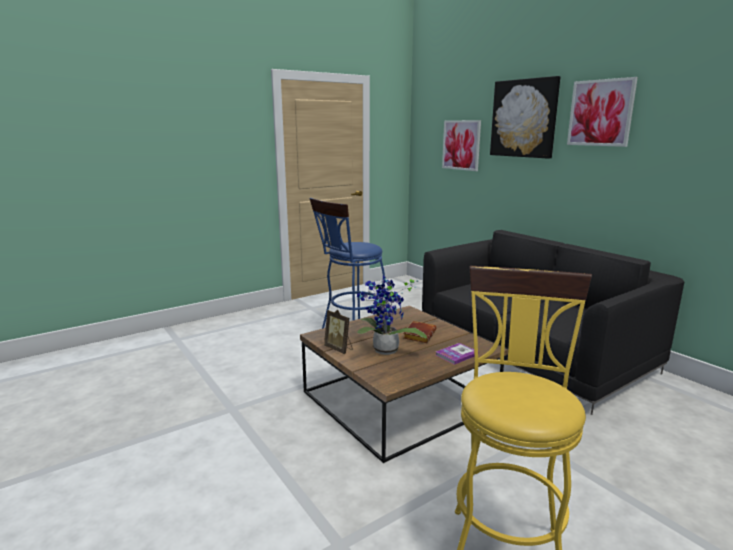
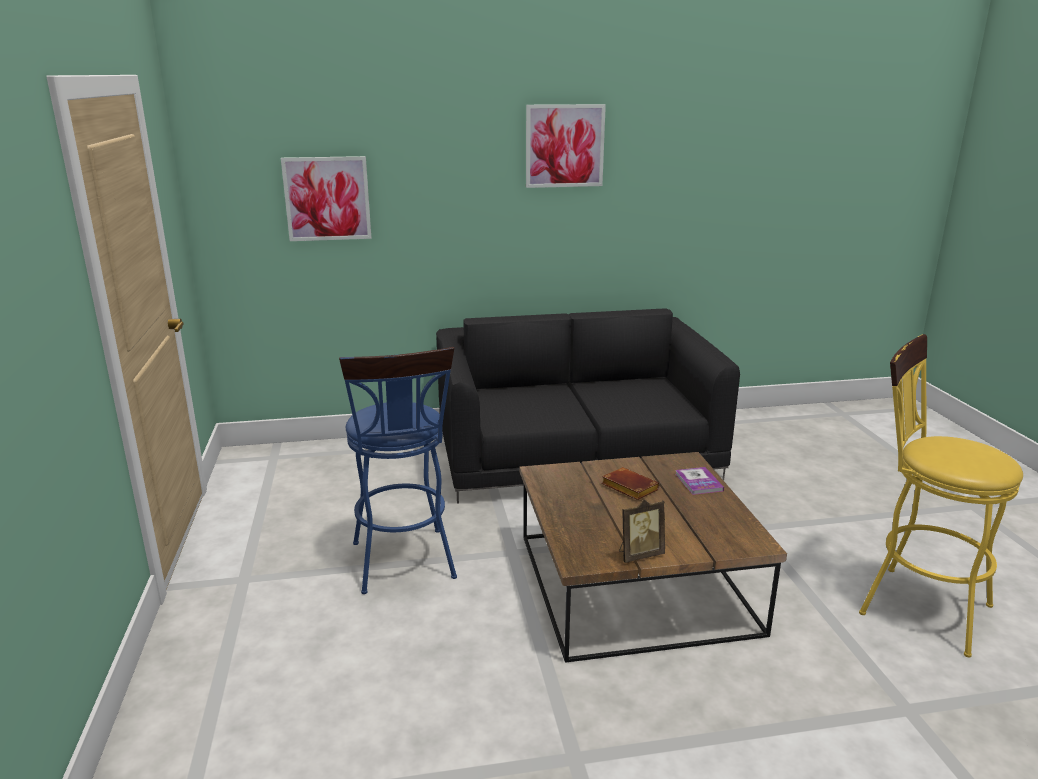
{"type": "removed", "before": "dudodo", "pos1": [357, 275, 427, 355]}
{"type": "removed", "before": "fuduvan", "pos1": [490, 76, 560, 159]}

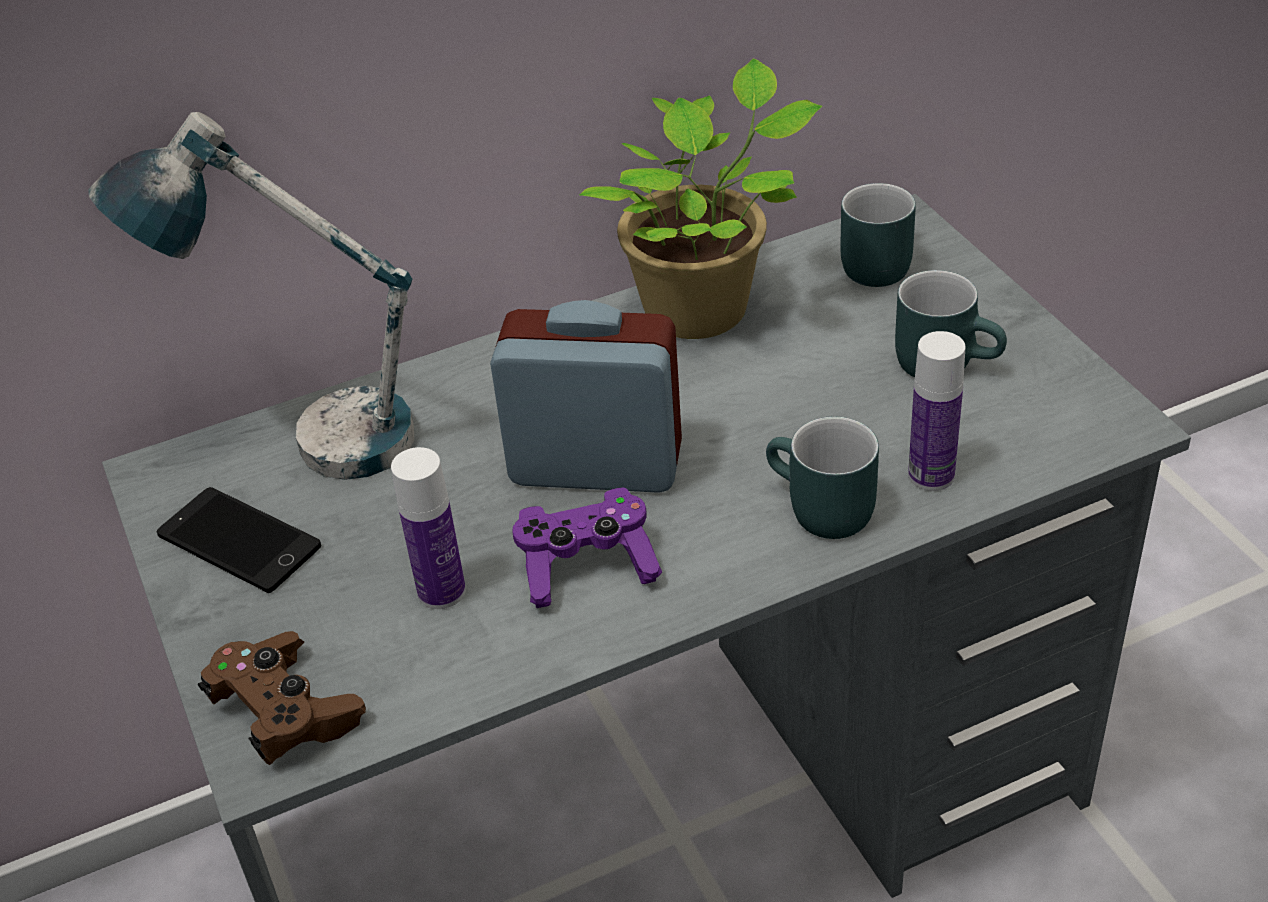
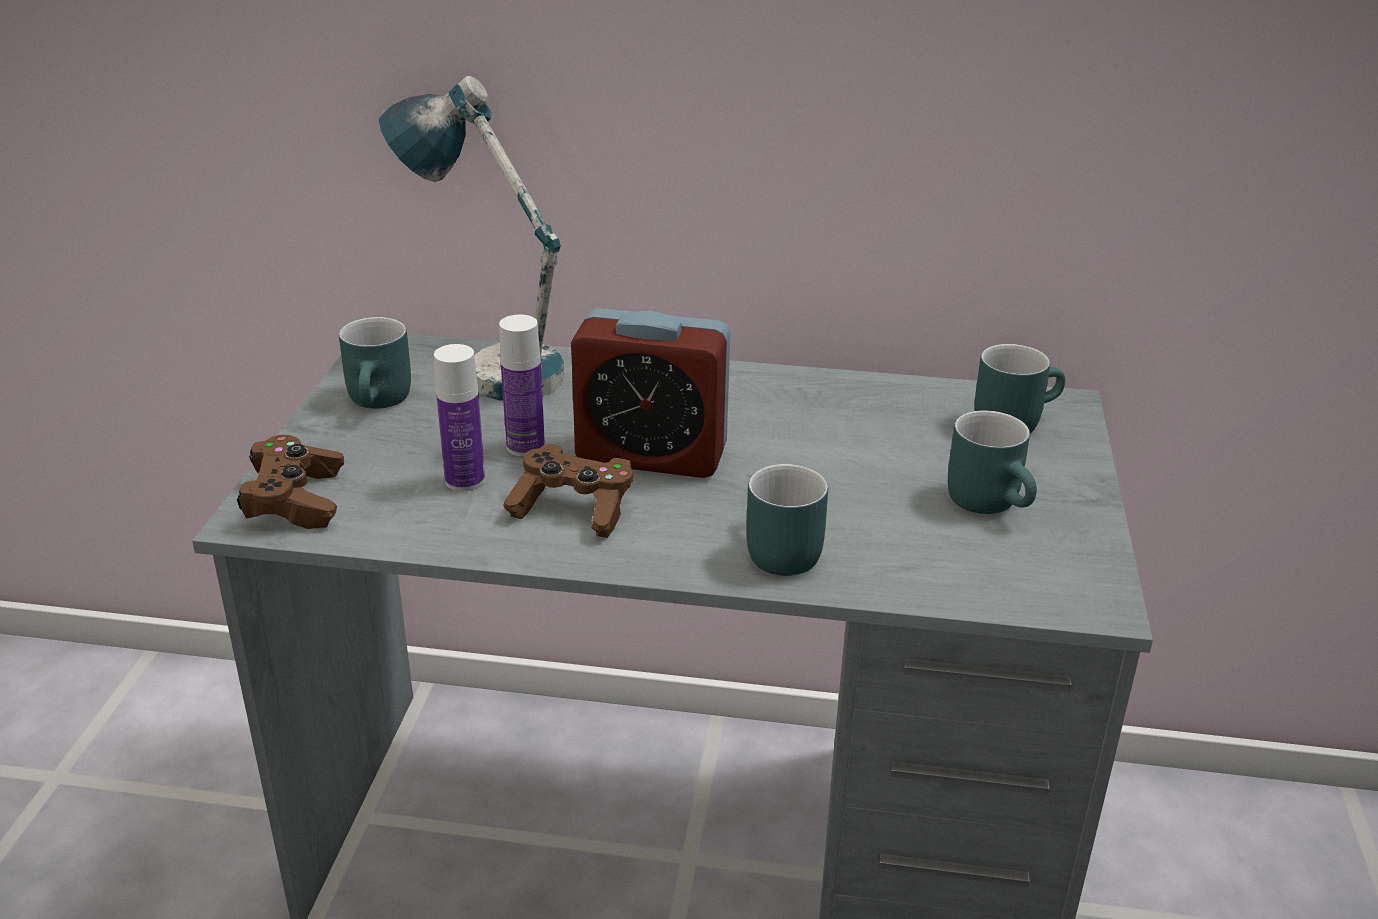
{"type": "replaced", "before": "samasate", "after": "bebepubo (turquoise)", "pos1": [157, 487, 321, 593], "pos2": [339, 317, 411, 409]}
{"type": "moved", "before": "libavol", "pos1": [908, 331, 966, 491], "pos2": [499, 314, 545, 457]}
{"type": "recoloured", "before": "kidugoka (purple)", "after": "kidugoka (brown)", "pos1": [512, 488, 662, 608], "pos2": [503, 444, 633, 538]}
{"type": "turned", "before": "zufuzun", "pos1": [490, 300, 682, 493], "pos2": [571, 308, 730, 478], "turn": 150}
{"type": "removed", "before": "dudodo", "pos1": [579, 58, 822, 339]}

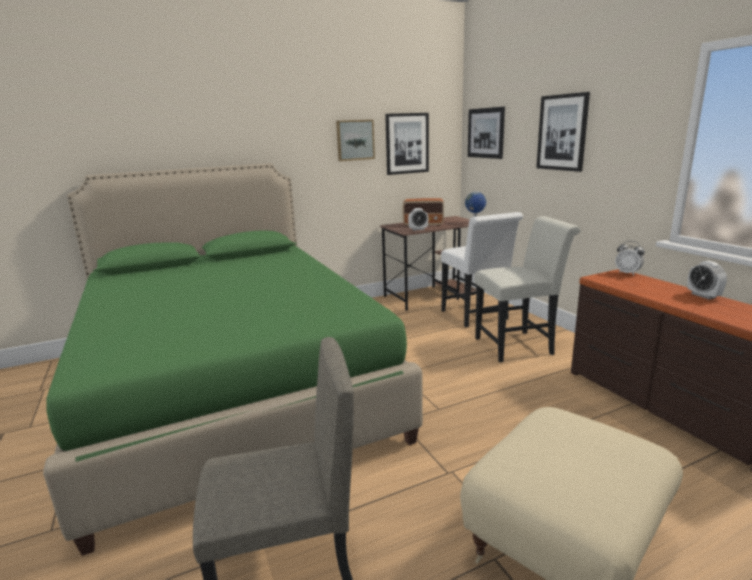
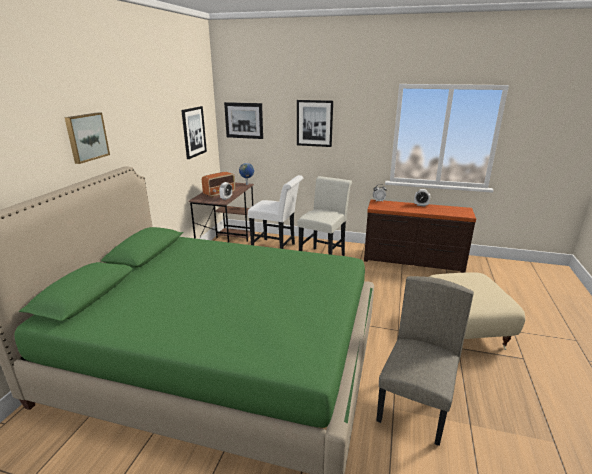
{"type": "moved", "before": "fuduvan", "pos1": [336, 120, 375, 161], "pos2": [64, 112, 110, 164]}

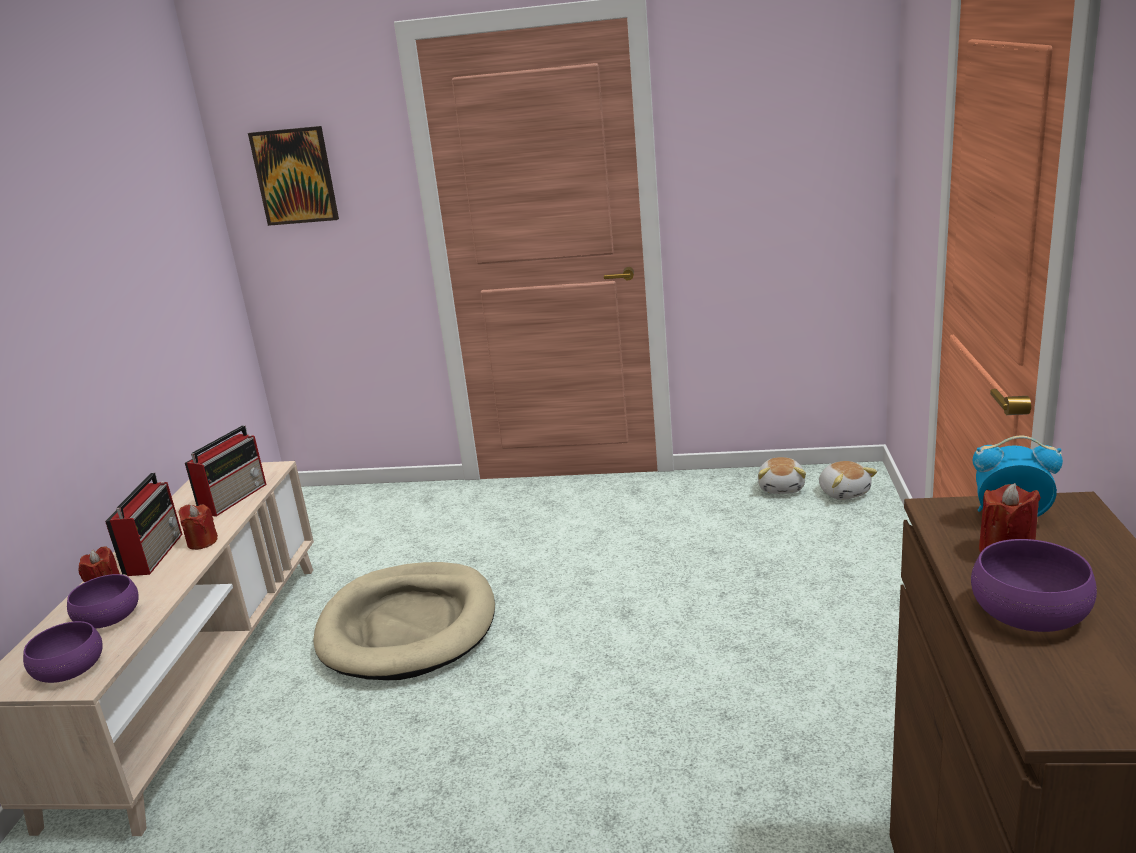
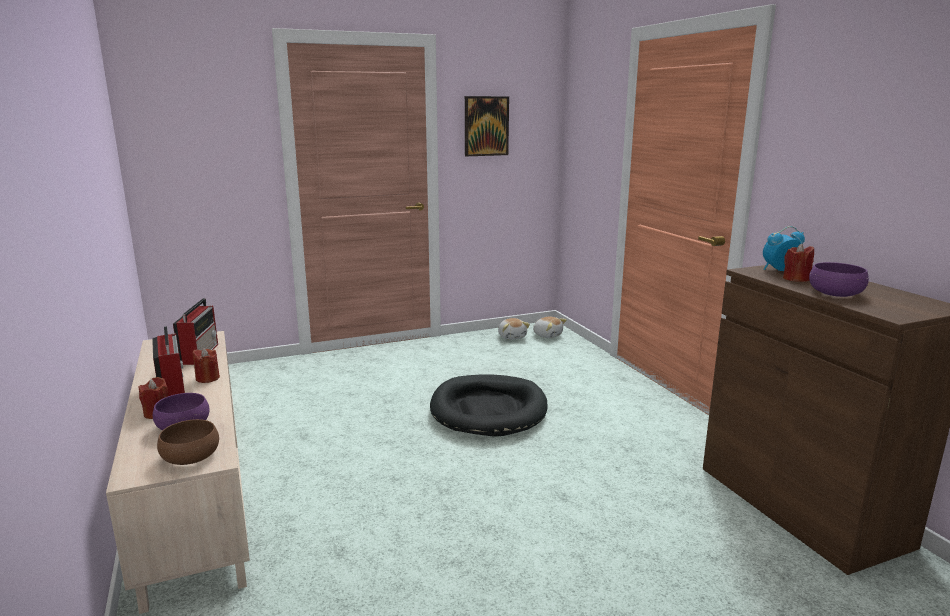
{"type": "recoloured", "before": "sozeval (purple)", "after": "sozeval (brown)", "pos1": [23, 621, 103, 683], "pos2": [157, 419, 219, 465]}
{"type": "added", "after": "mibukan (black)", "pos2": [430, 374, 547, 437]}
{"type": "moved", "before": "fuduvan", "pos1": [248, 126, 339, 226], "pos2": [465, 96, 509, 156]}
{"type": "removed", "before": "mibukan (beige)", "pos1": [313, 562, 495, 680]}

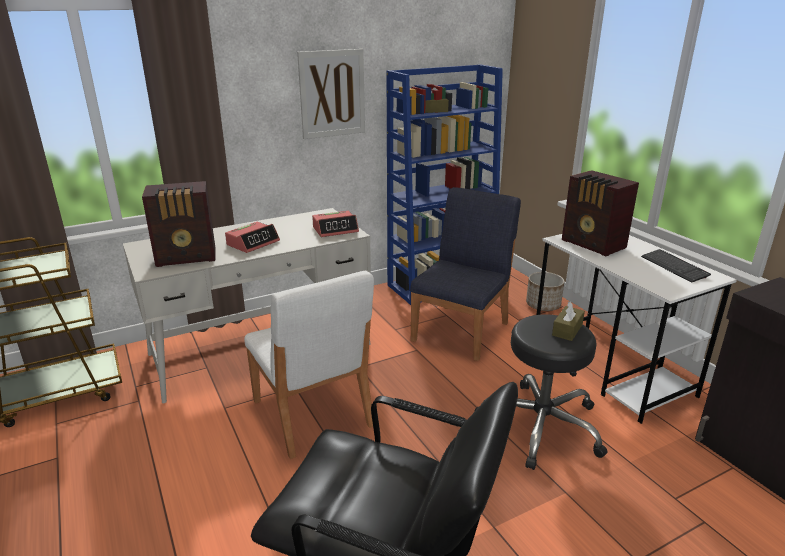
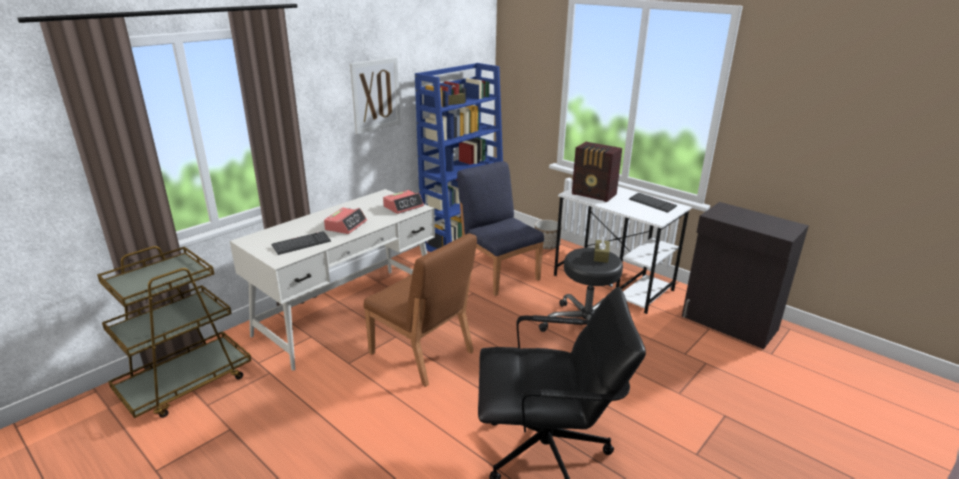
{"type": "replaced", "before": "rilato", "after": "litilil", "pos1": [142, 181, 215, 267], "pos2": [271, 231, 331, 255]}
{"type": "recoloured", "before": "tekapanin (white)", "after": "tekapanin (brown)", "pos1": [244, 271, 374, 459], "pos2": [363, 233, 477, 387]}
{"type": "turned", "before": "tekapanin (blue)", "pos1": [410, 187, 521, 361], "pos2": [457, 161, 544, 296], "turn": -45}

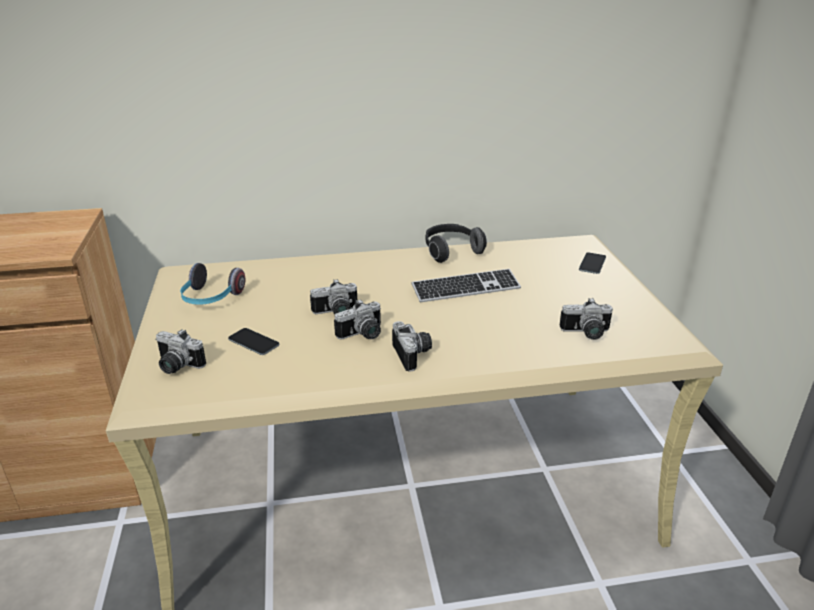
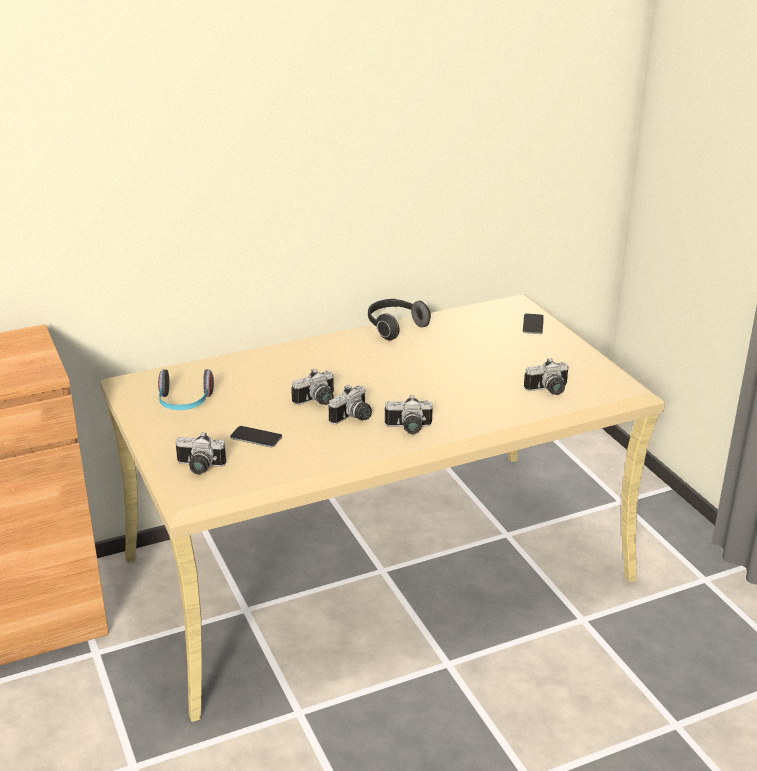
{"type": "turned", "before": "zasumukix", "pos1": [392, 321, 432, 372], "pos2": [385, 395, 432, 434], "turn": 120}
{"type": "removed", "before": "litilil", "pos1": [412, 269, 521, 302]}

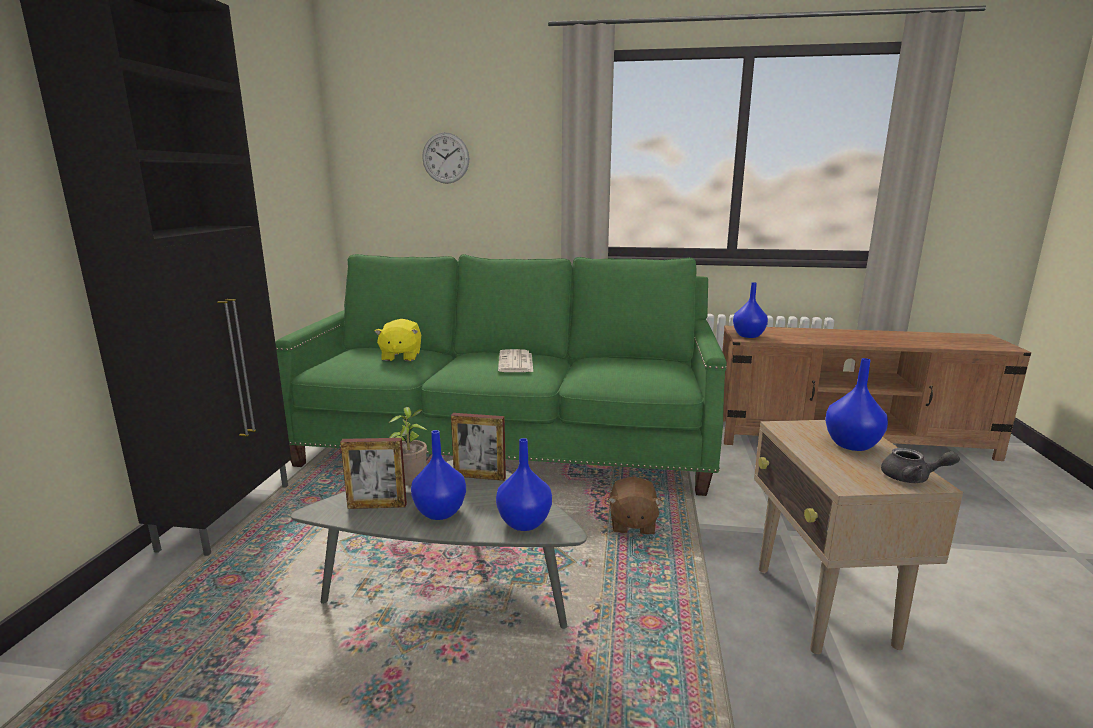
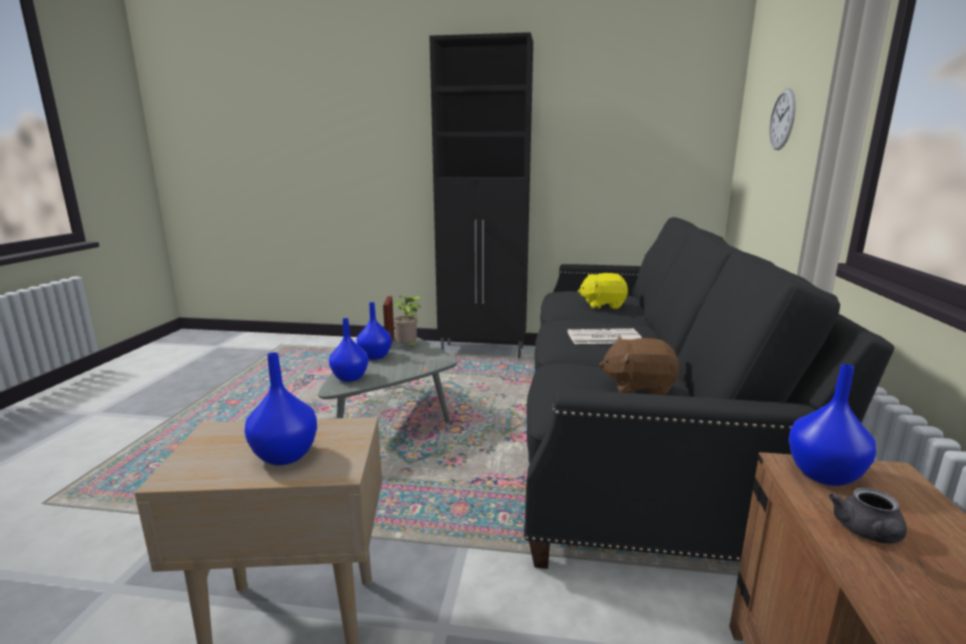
{"type": "recoloured", "before": "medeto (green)", "after": "medeto (black)", "pos1": [275, 254, 727, 496], "pos2": [523, 217, 895, 569]}
{"type": "moved", "before": "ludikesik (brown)", "pos1": [608, 477, 663, 534], "pos2": [599, 337, 679, 395]}
{"type": "moved", "before": "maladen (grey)", "pos1": [881, 448, 960, 483], "pos2": [829, 488, 907, 544]}
{"type": "removed", "before": "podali", "pos1": [451, 413, 506, 481]}

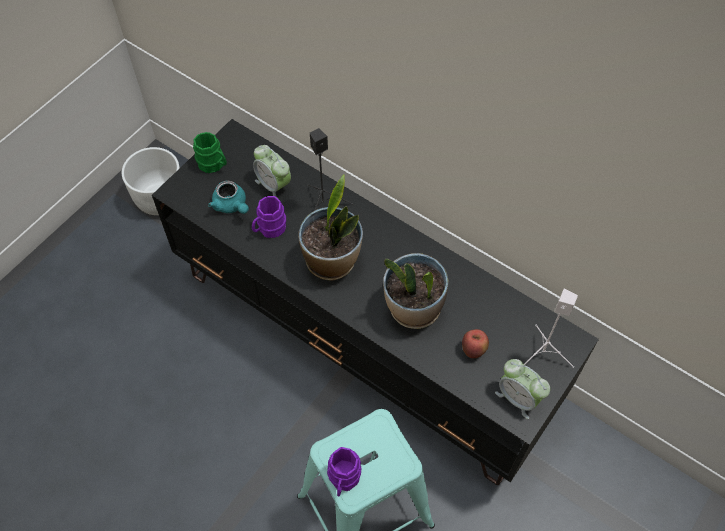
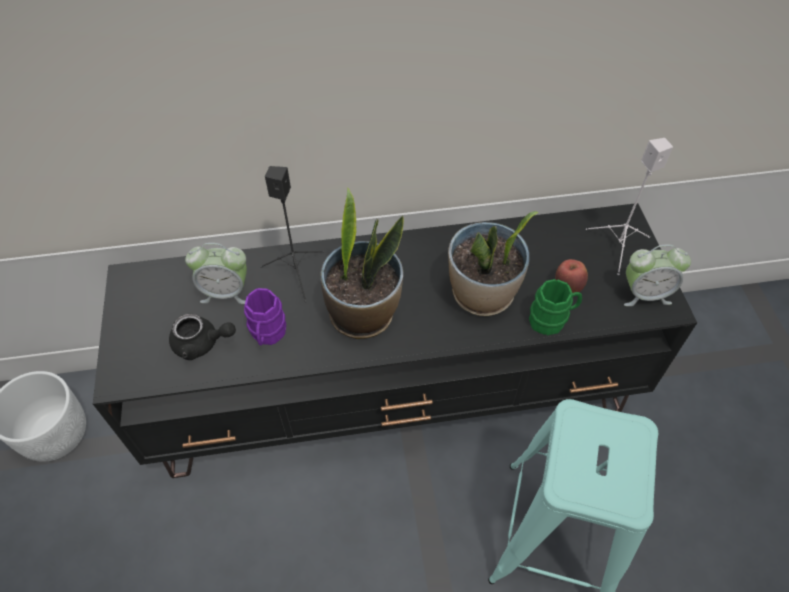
{"type": "recoloured", "before": "maladen (turquoise)", "after": "maladen (black)", "pos1": [208, 181, 249, 214], "pos2": [169, 314, 236, 360]}
{"type": "moved", "before": "bebepubo (green)", "pos1": [193, 132, 227, 173], "pos2": [529, 279, 582, 335]}
{"type": "removed", "before": "bebepubo (purple)", "pos1": [327, 447, 361, 497]}

